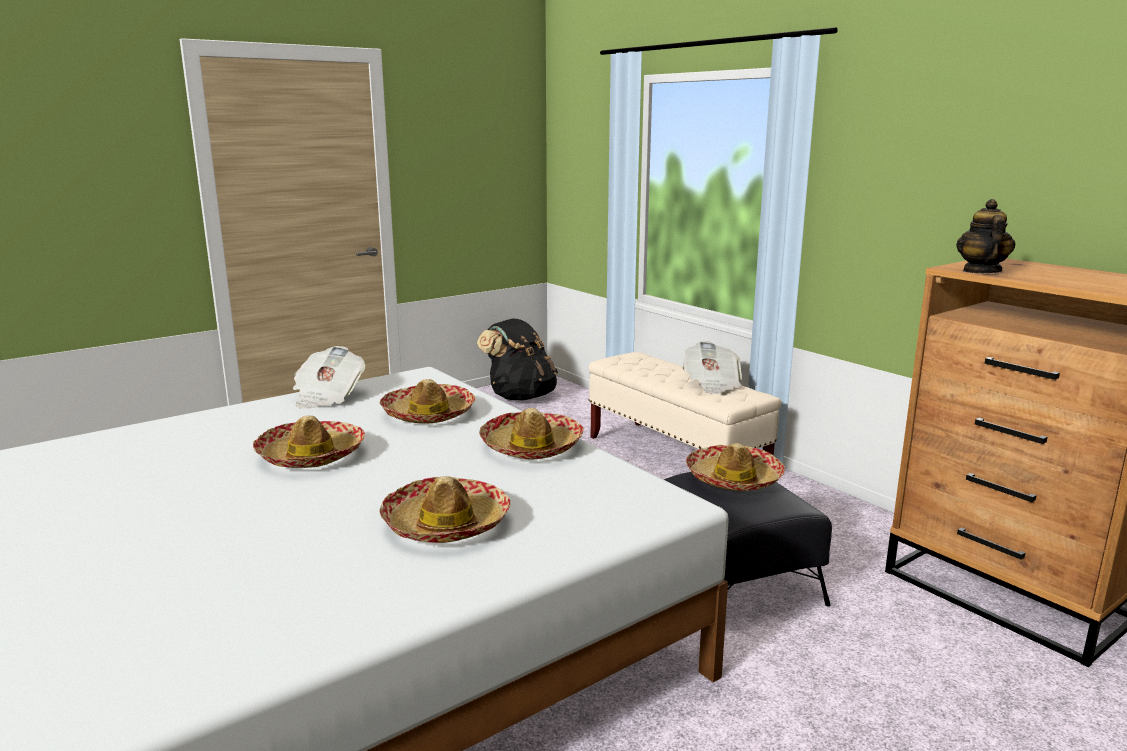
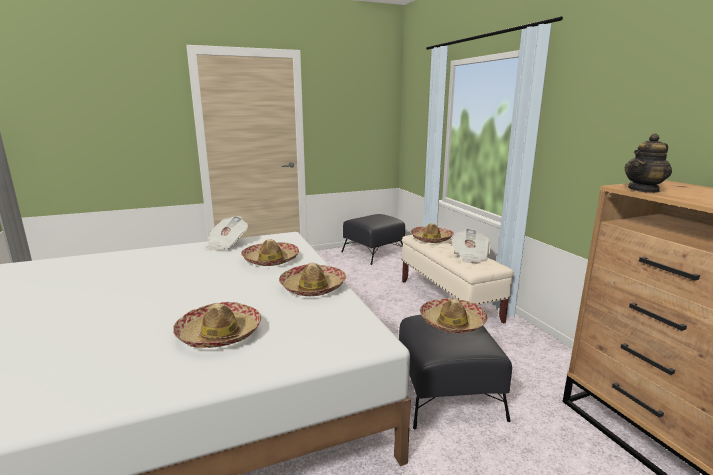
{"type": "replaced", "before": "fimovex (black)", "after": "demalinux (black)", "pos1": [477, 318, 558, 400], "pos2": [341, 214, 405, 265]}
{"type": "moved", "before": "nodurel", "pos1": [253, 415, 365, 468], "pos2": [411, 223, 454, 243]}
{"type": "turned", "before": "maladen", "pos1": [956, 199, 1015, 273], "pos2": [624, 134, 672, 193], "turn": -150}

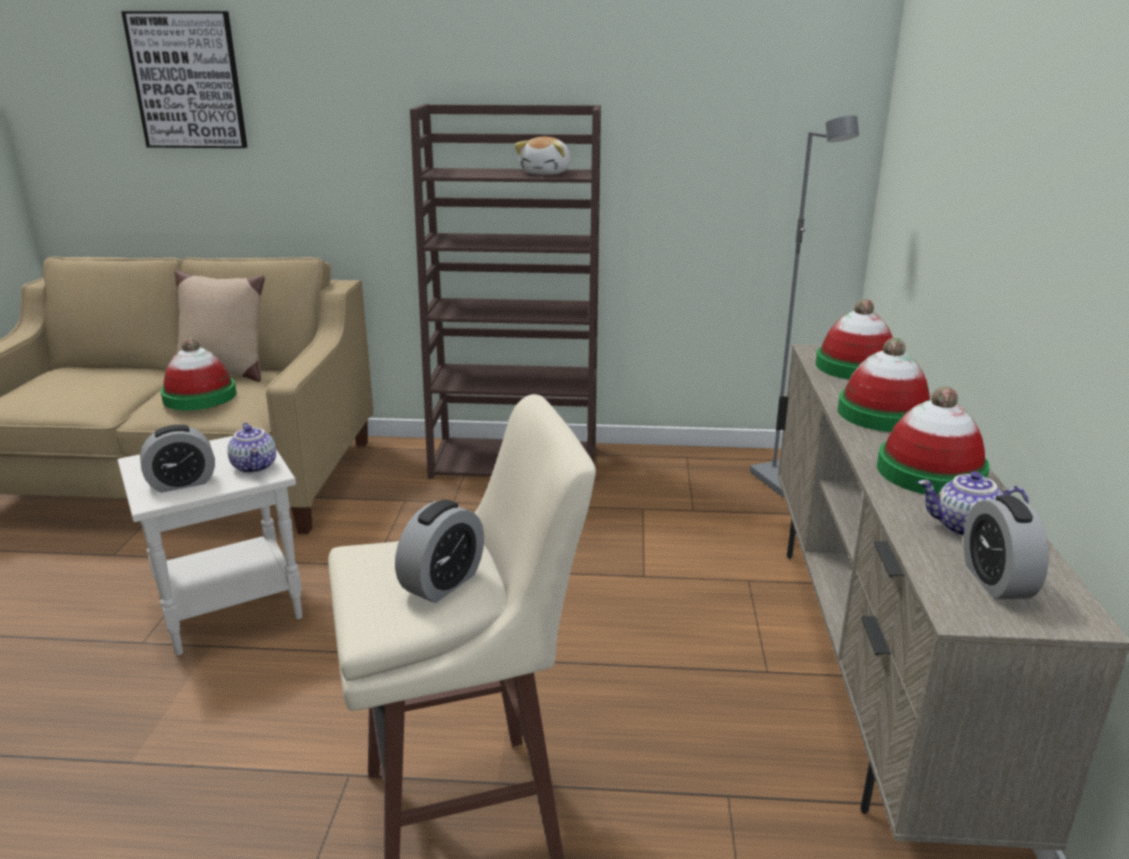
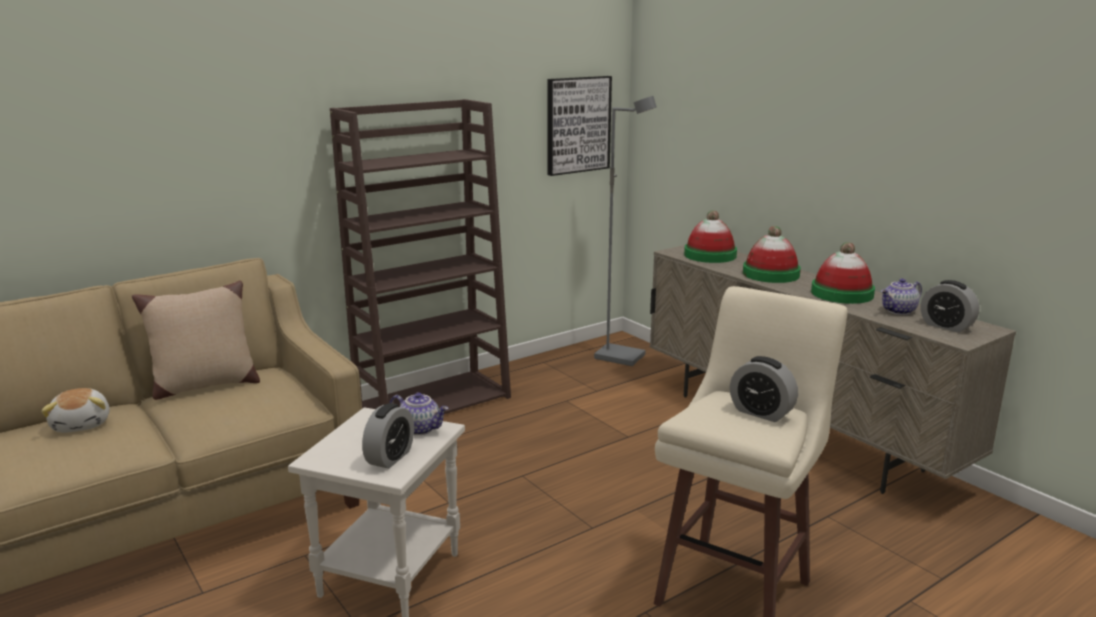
{"type": "moved", "before": "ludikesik", "pos1": [514, 137, 571, 175], "pos2": [41, 388, 110, 433]}
{"type": "moved", "before": "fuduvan", "pos1": [121, 11, 247, 148], "pos2": [548, 76, 612, 176]}
{"type": "turned", "before": "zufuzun", "pos1": [395, 499, 484, 603], "pos2": [730, 356, 798, 422], "turn": 135}
{"type": "removed", "before": "nodurel", "pos1": [161, 338, 236, 410]}

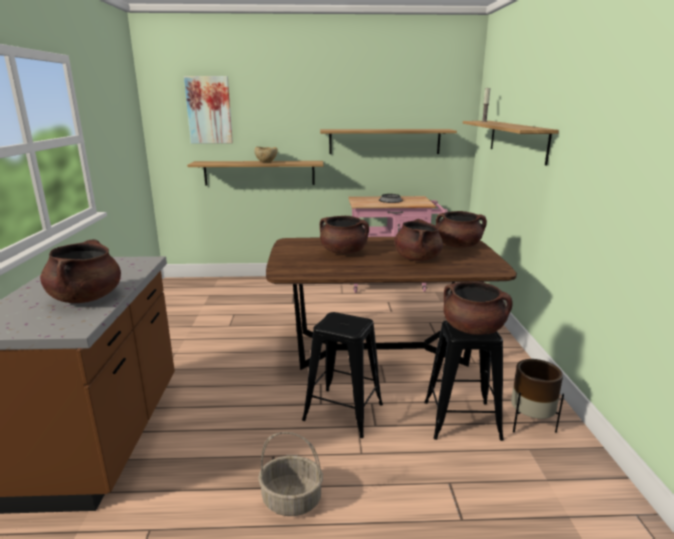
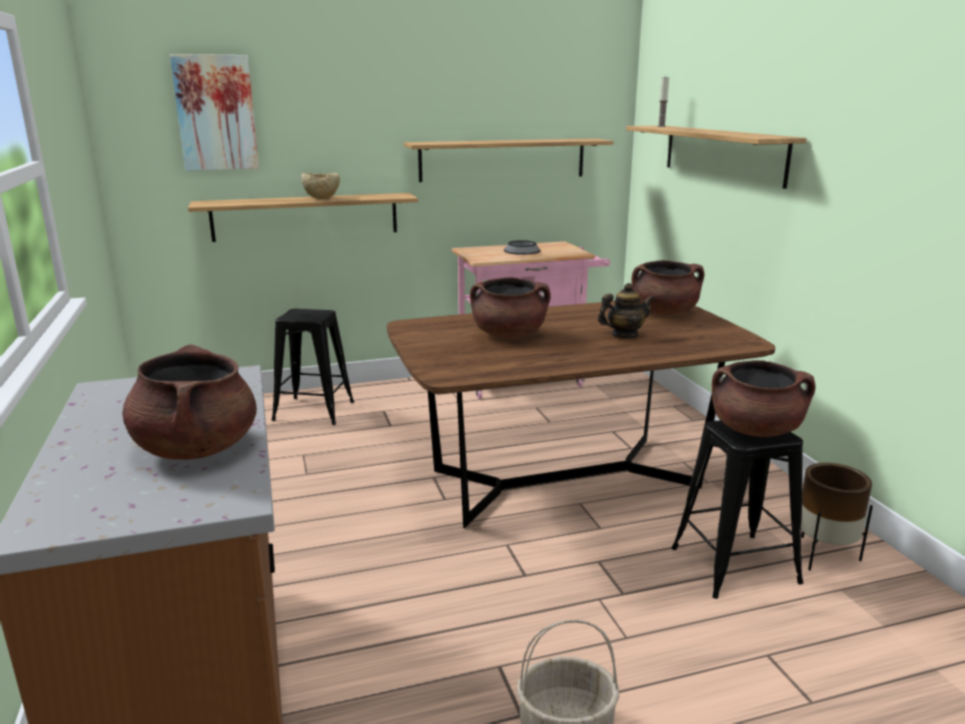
{"type": "moved", "before": "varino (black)", "pos1": [302, 312, 383, 438], "pos2": [272, 309, 354, 425]}
{"type": "replaced", "before": "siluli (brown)", "after": "maladen", "pos1": [394, 219, 443, 261], "pos2": [598, 283, 655, 338]}

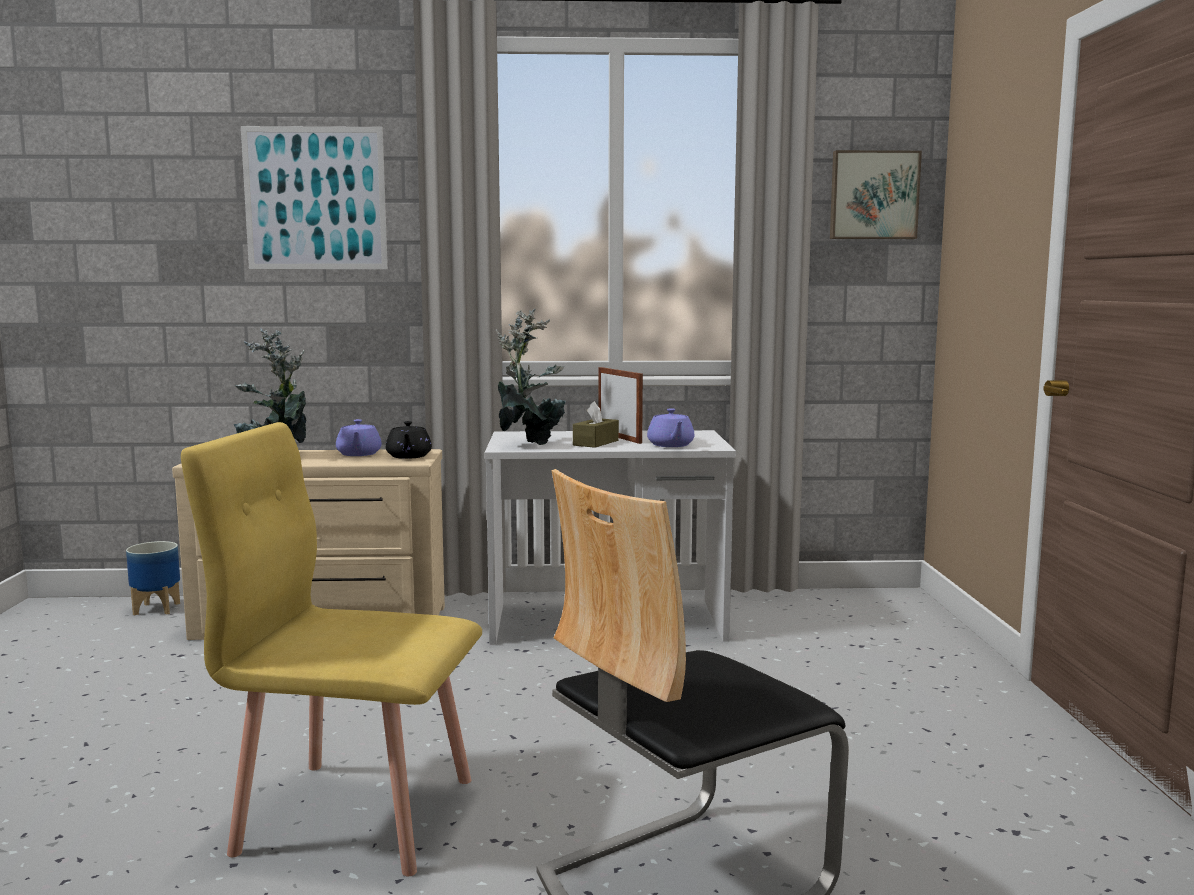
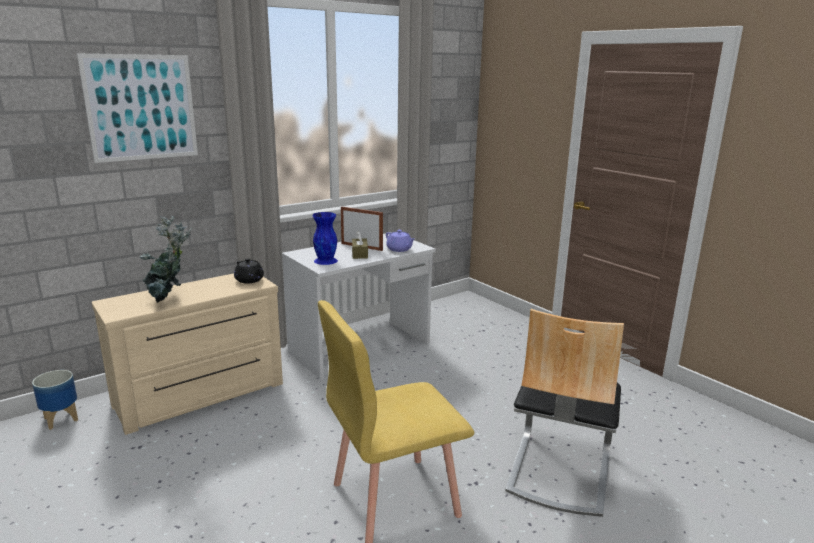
{"type": "replaced", "before": "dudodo", "after": "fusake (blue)", "pos1": [496, 308, 566, 445], "pos2": [312, 212, 338, 265]}
{"type": "removed", "before": "maladen (purple)", "pos1": [336, 419, 382, 456]}
{"type": "removed", "before": "fuduvan", "pos1": [830, 150, 922, 239]}

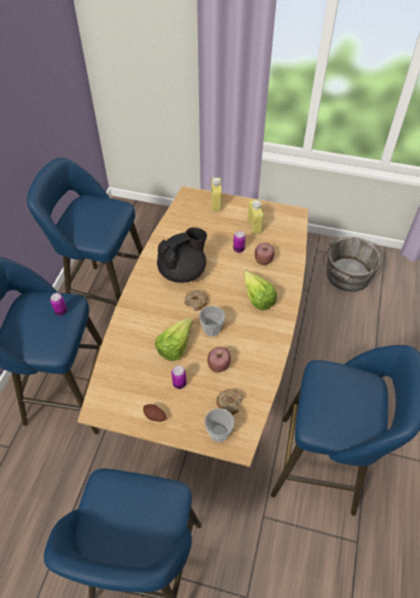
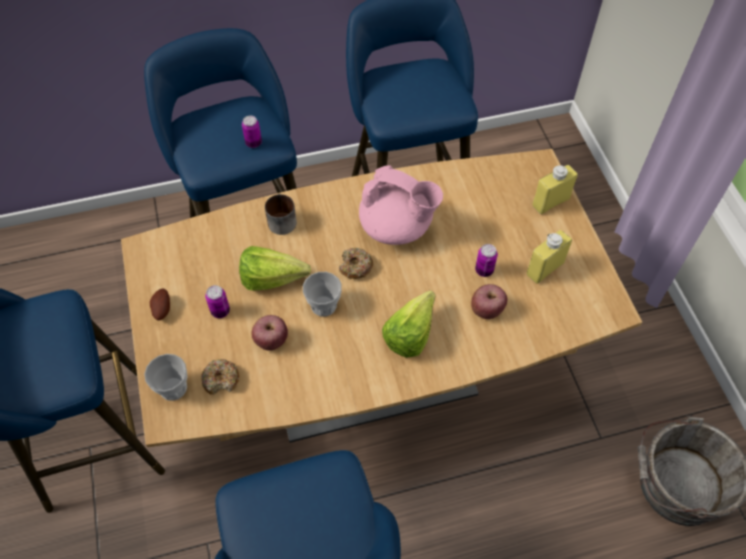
{"type": "added", "after": "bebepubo", "pos2": [265, 194, 297, 235]}
{"type": "recoloured", "before": "maladen (black)", "after": "maladen (pink)", "pos1": [157, 227, 207, 283], "pos2": [359, 165, 443, 245]}

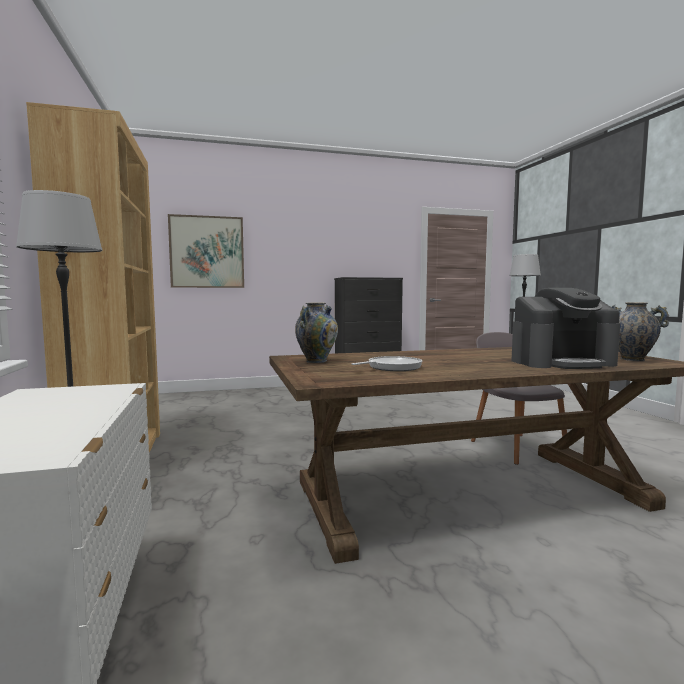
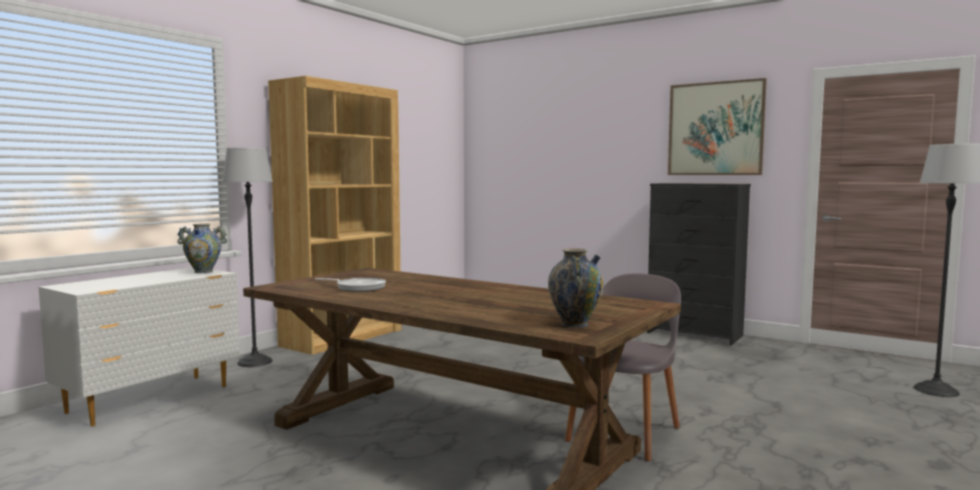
{"type": "moved", "before": "fusake", "pos1": [295, 302, 338, 363], "pos2": [177, 223, 227, 273]}
{"type": "moved", "before": "fuduvan", "pos1": [168, 214, 244, 288], "pos2": [668, 78, 767, 175]}
{"type": "removed", "before": "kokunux", "pos1": [511, 288, 620, 369]}

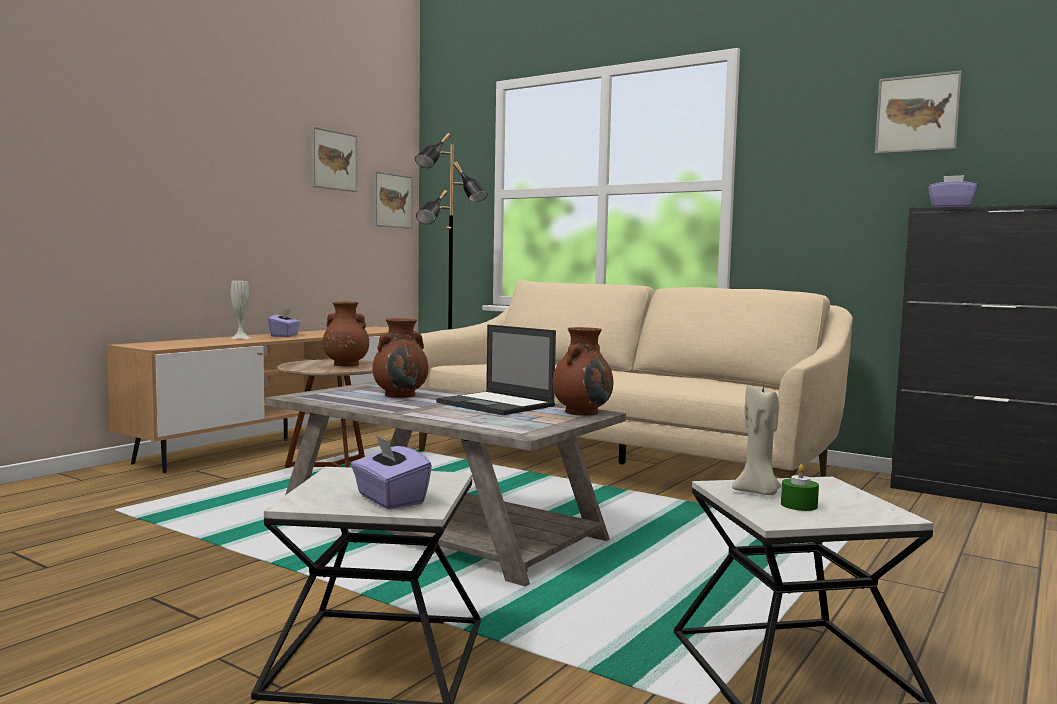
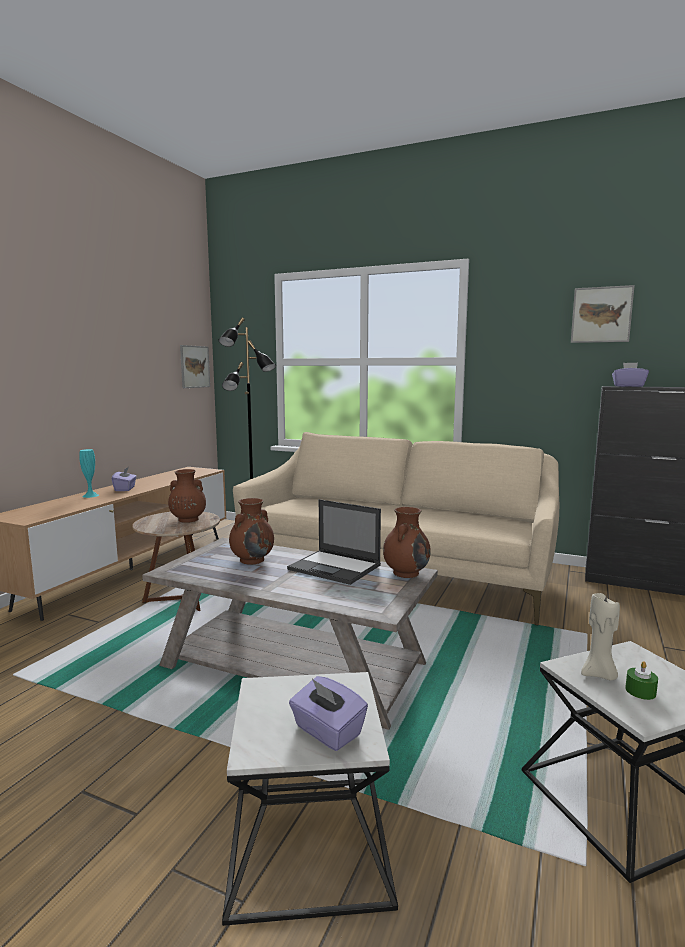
{"type": "recoloured", "before": "fusake (white)", "after": "fusake (turquoise)", "pos1": [231, 281, 250, 339], "pos2": [79, 449, 99, 498]}
{"type": "removed", "before": "fuduvan", "pos1": [312, 126, 357, 192]}

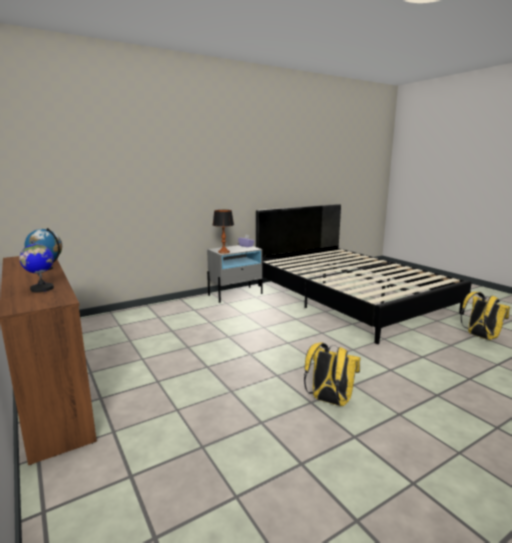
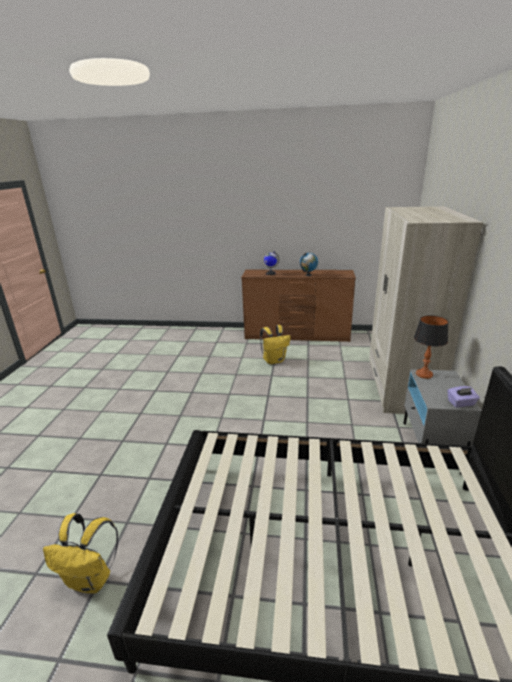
{"type": "moved", "before": "fimovex (yellow)", "pos1": [304, 342, 361, 406], "pos2": [260, 325, 291, 364]}
{"type": "added", "after": "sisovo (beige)", "pos2": [369, 206, 483, 414]}

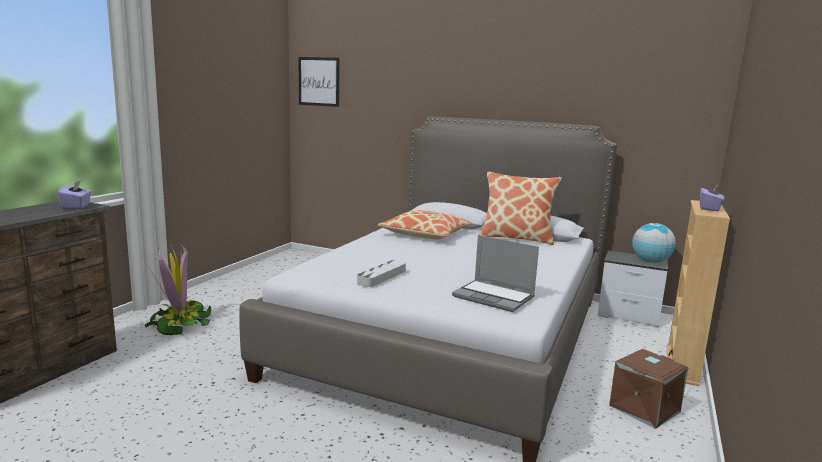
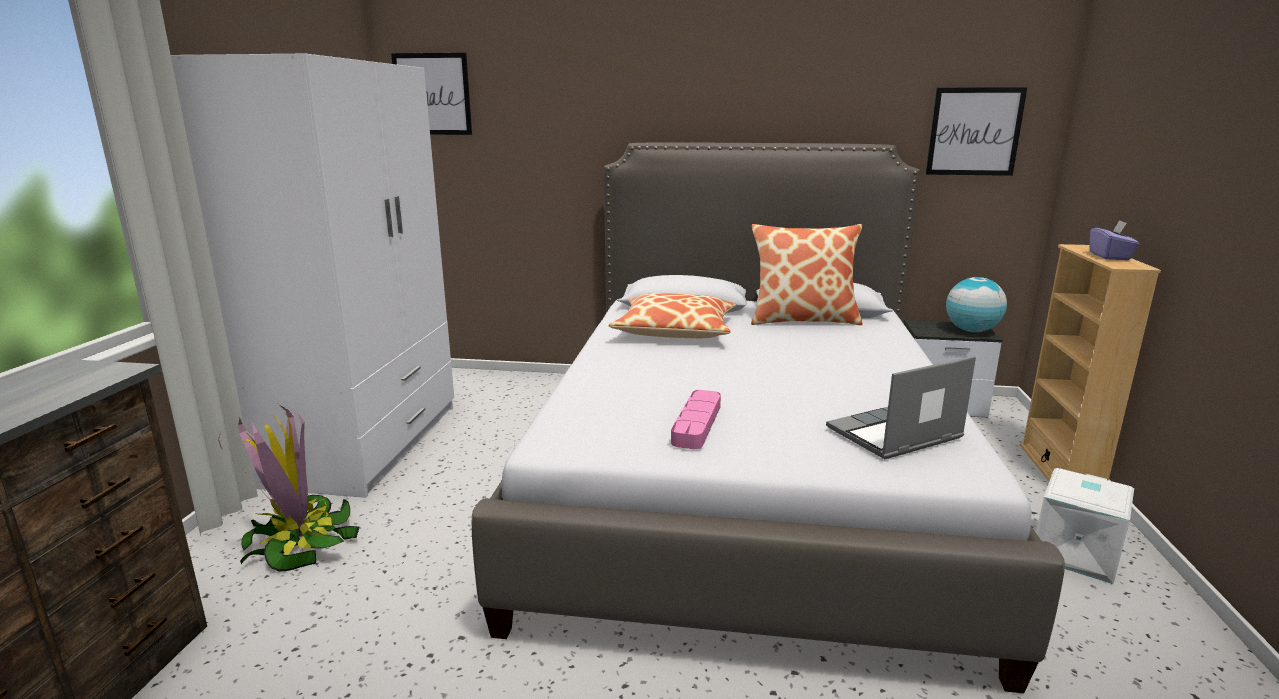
{"type": "added", "after": "sisovo (white)", "pos2": [171, 54, 454, 498]}
{"type": "recoloured", "before": "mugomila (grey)", "after": "mugomila (pink)", "pos1": [357, 260, 406, 287], "pos2": [671, 390, 721, 449]}
{"type": "turned", "before": "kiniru", "pos1": [452, 235, 539, 312], "pos2": [826, 356, 976, 459], "turn": 135}
{"type": "added", "after": "fuduvan", "pos2": [926, 87, 1027, 176]}
{"type": "recoloured", "before": "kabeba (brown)", "after": "kabeba (white)", "pos1": [609, 349, 688, 429], "pos2": [1036, 468, 1134, 584]}
{"type": "removed", "before": "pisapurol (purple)", "pos1": [58, 180, 92, 209]}

